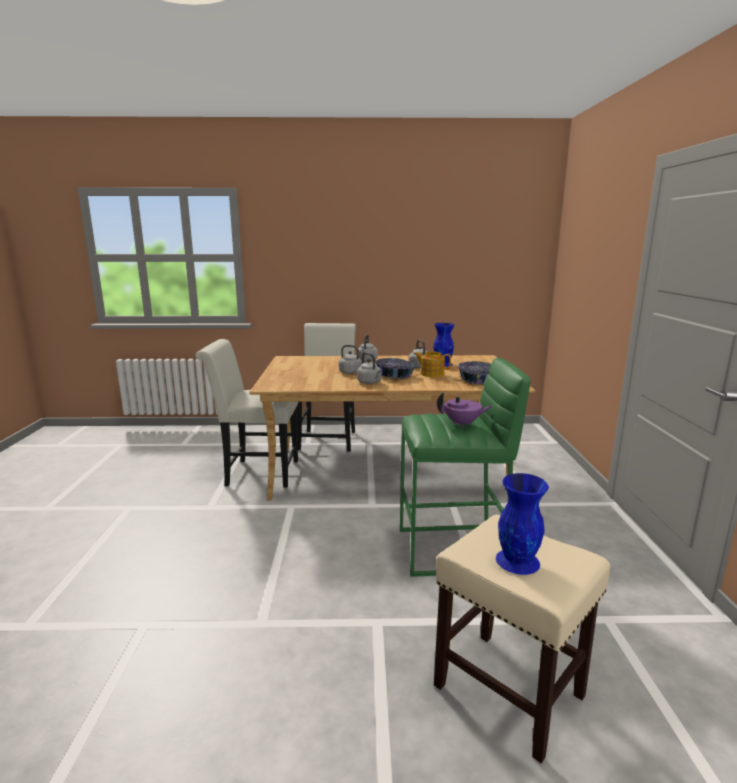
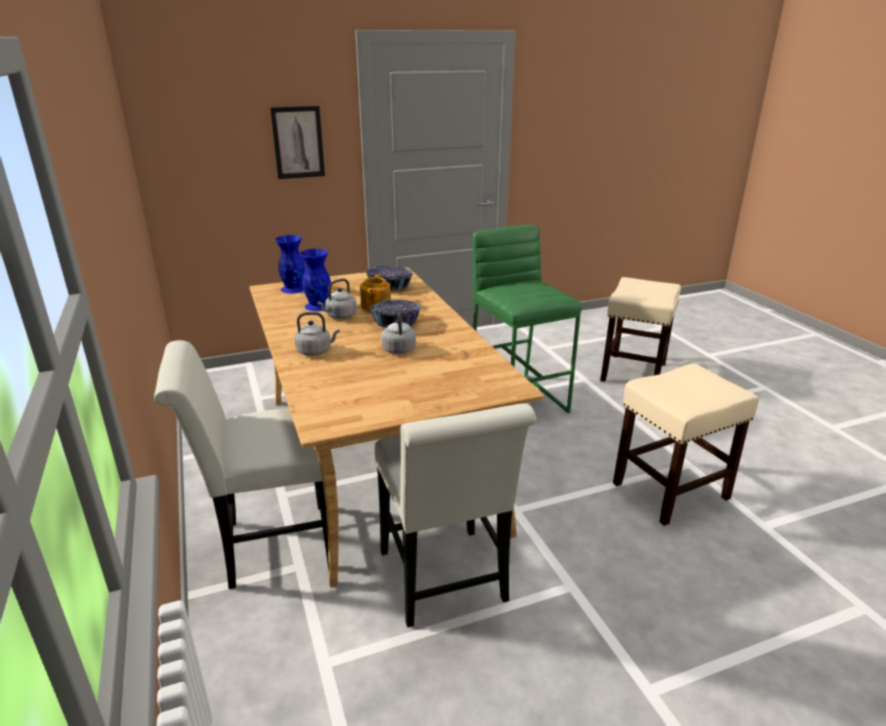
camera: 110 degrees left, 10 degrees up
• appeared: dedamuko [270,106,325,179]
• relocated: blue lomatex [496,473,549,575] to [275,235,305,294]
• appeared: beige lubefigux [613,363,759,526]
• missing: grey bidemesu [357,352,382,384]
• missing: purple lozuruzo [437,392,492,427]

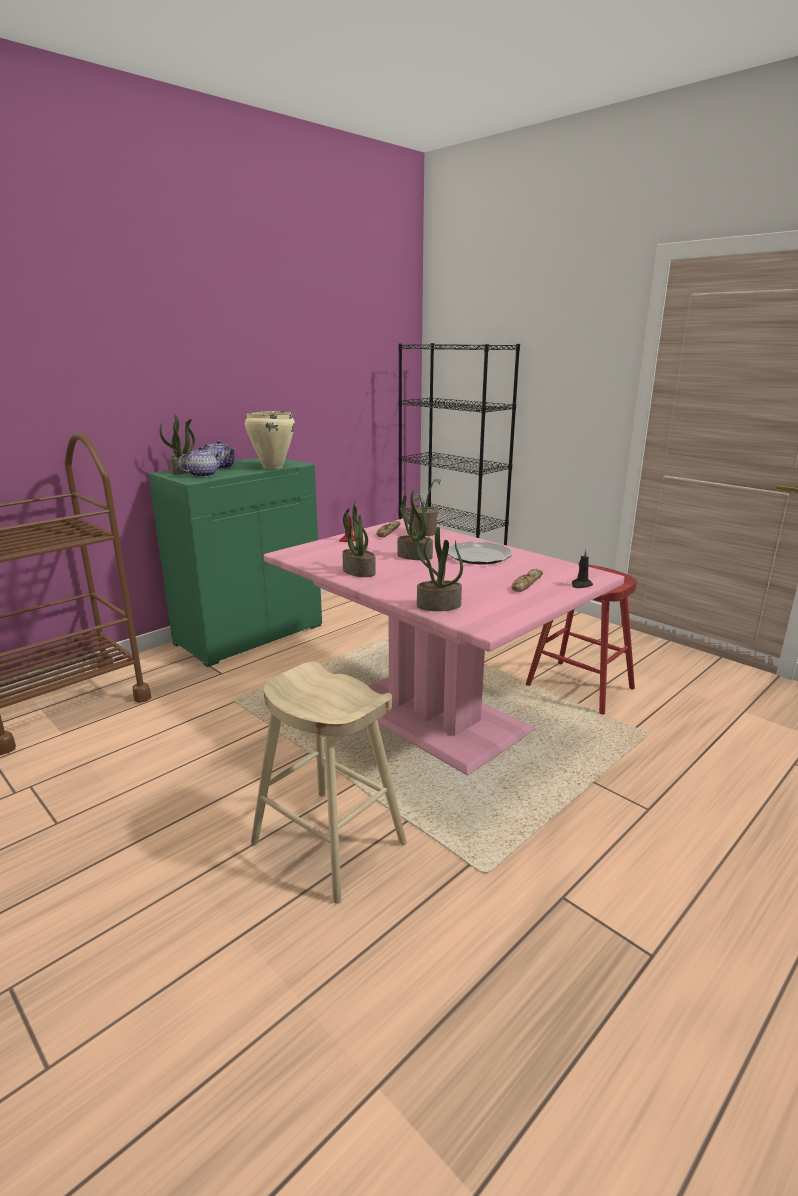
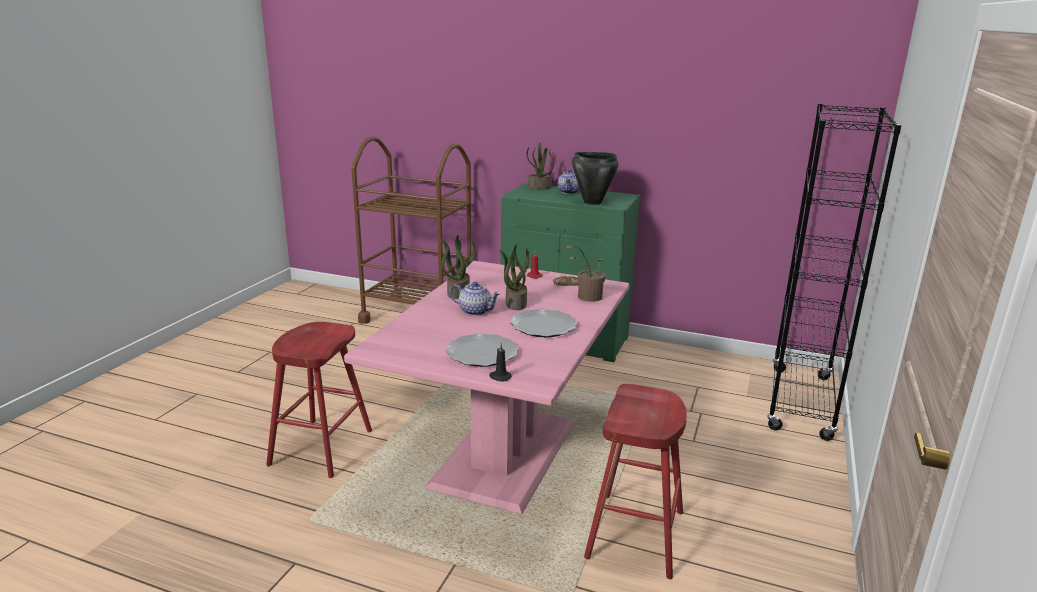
camera: 65 degrees right, 0 degrees up
• colour: beige lubefigux [251,661,407,904] to red lubefigux [266,322,372,478]
• exchanged: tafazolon [511,569,543,592] to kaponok [445,333,519,367]
• relocated: lozuruzo [179,446,222,477] to [450,281,501,316]
• colour: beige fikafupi [245,411,295,469] to black fikafupi [572,152,619,205]
• missing: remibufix [416,527,463,611]

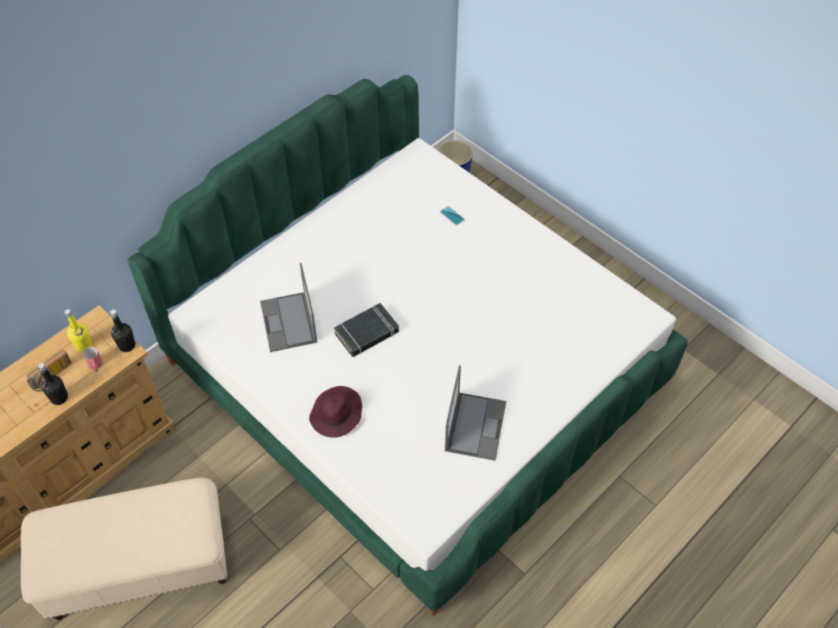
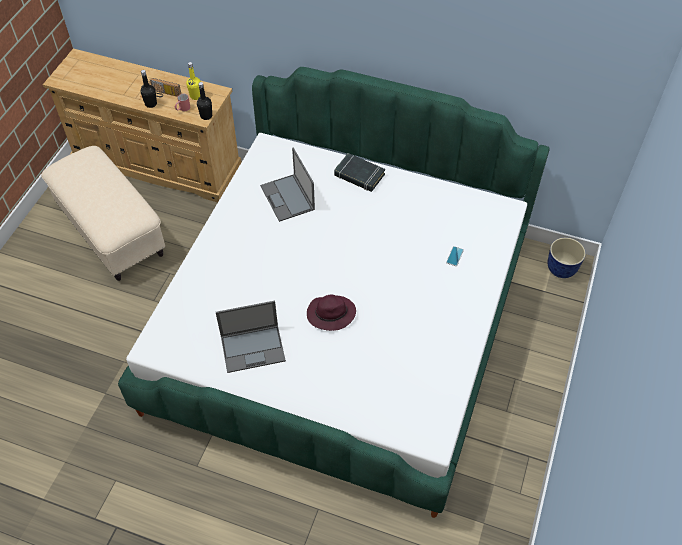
camera: 65 degrees right, 0 degrees up
• spun: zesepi [260,263,317,352] = [260,147,315,222] 75 degrees counterclockwise
• relocated: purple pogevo [309,386,362,438] to [307,295,356,331]
• relocated: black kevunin [334,303,399,357] to [334,153,385,192]

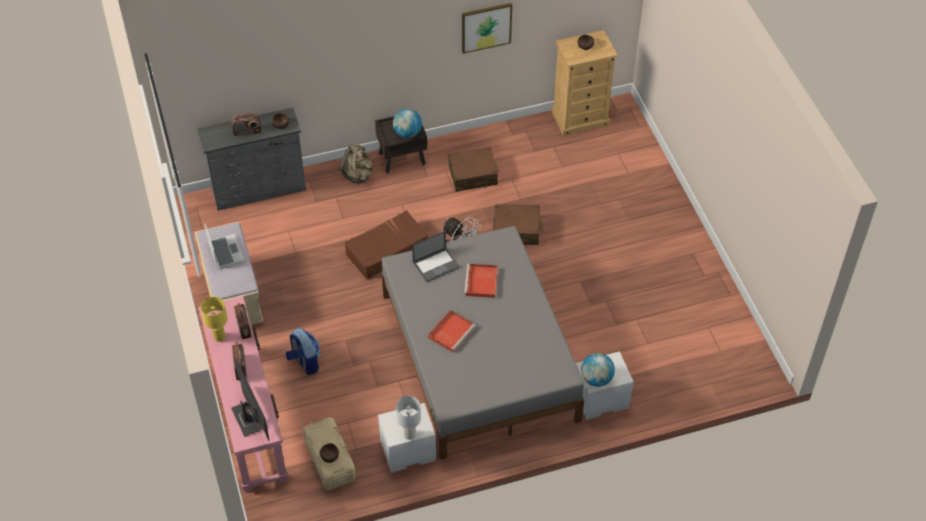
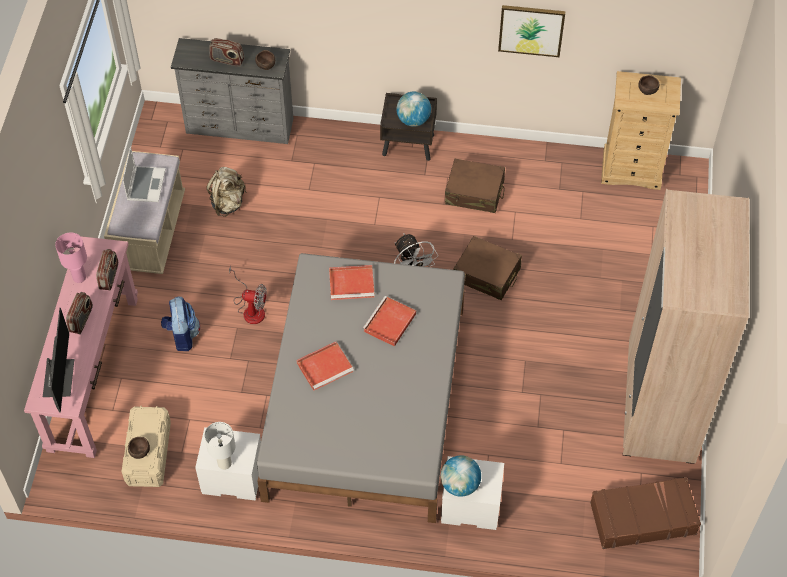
camera: 25 degrees right, 5 degrees up
• colour: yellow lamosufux [201,297,228,342] to pink lamosufux [55,233,87,283]
• relocated: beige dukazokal [339,143,373,185] to [206,167,247,217]
• appeared: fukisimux [229,265,267,324]
• exchanged: zesepi [412,231,460,282] to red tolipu [329,265,375,300]
• relocated: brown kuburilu [345,210,428,280] to [590,477,701,549]
• appeared: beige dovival [623,189,749,464]

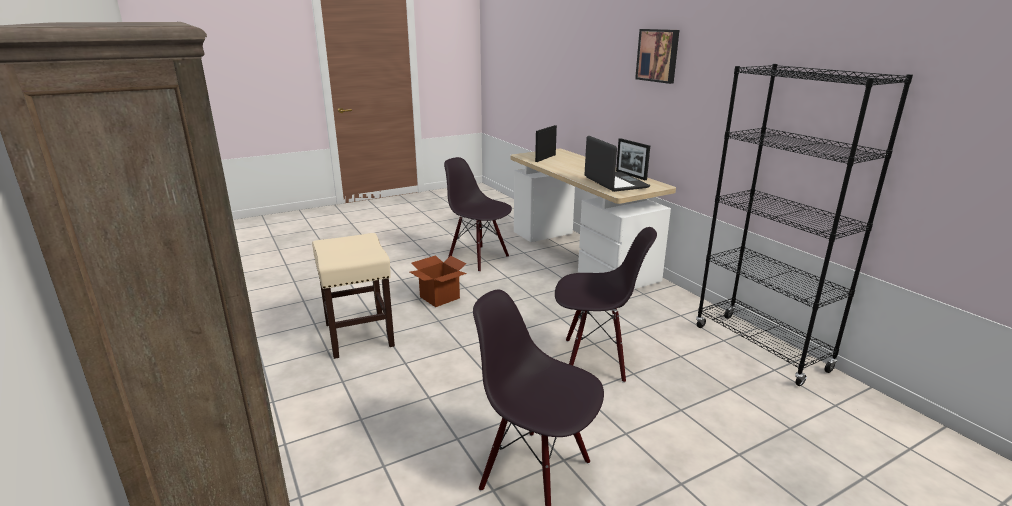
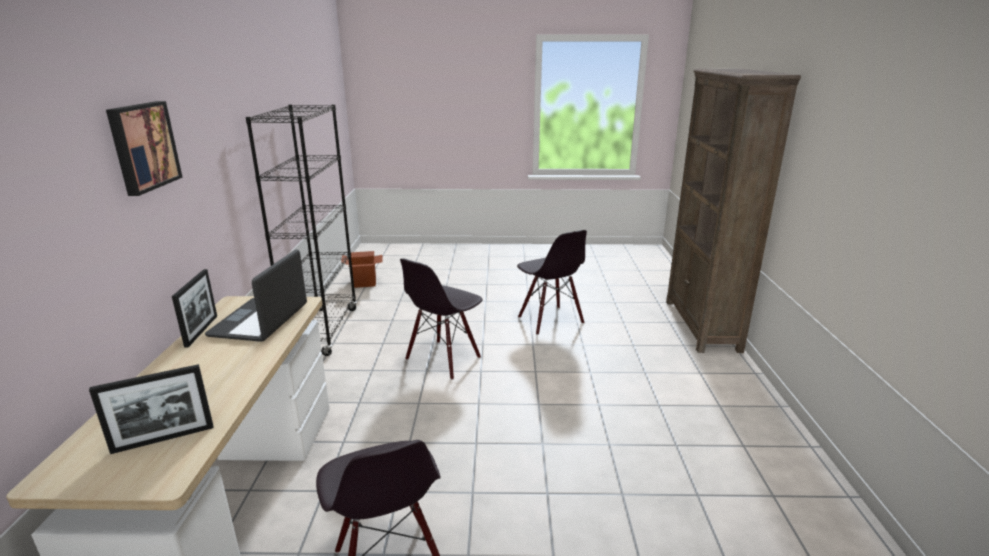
camera: 150 degrees left, 0 degrees up
• relocated: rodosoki [410,255,467,307] to [341,251,383,288]
• spun: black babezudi [555,227,657,383] = [400,259,483,380] 90 degrees counterclockwise
• missing: beige lubefigux [312,233,395,359]

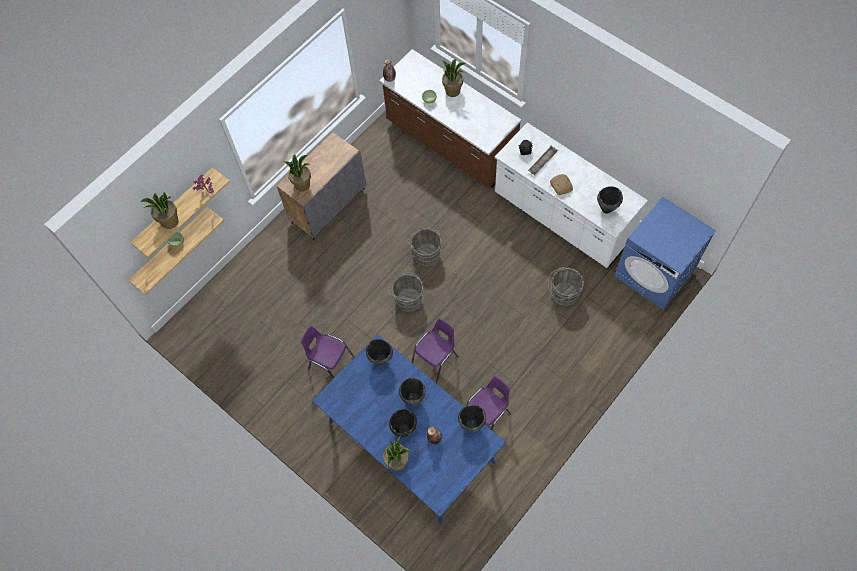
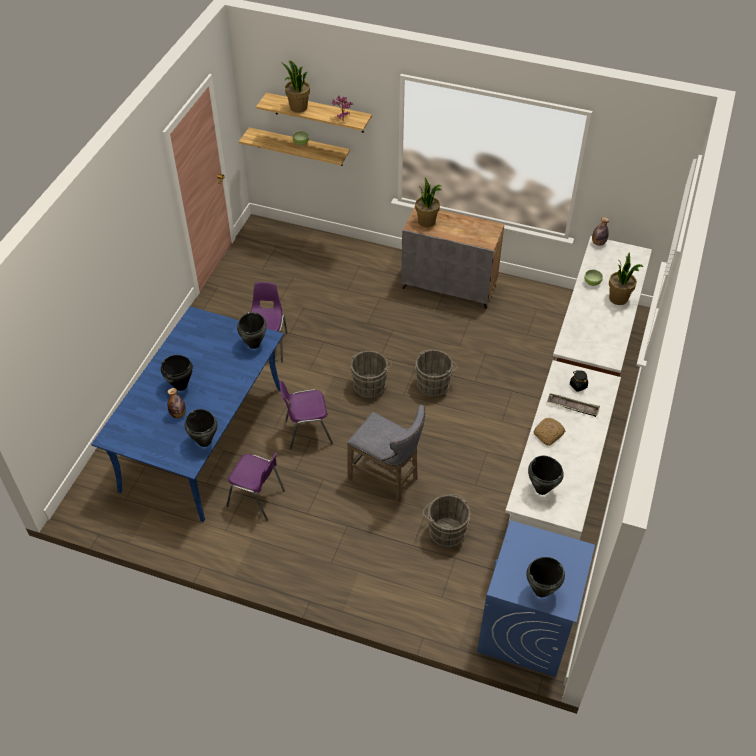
camera: 65 degrees right, 15 degrees down
• spun: purple babezudi [412,318,459,384] = [279,381,333,450] 150 degrees clockwise
• appeared: grey lubefigux [347,405,425,503]
• relocated: black fikafupi [399,377,426,405] to [526,557,565,597]
• missing: remibufix [383,436,412,471]

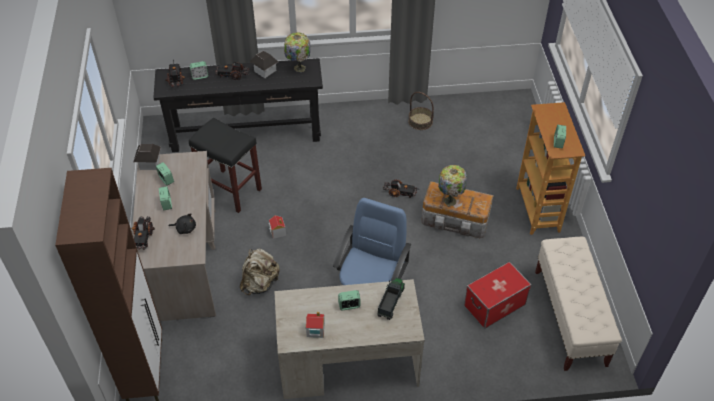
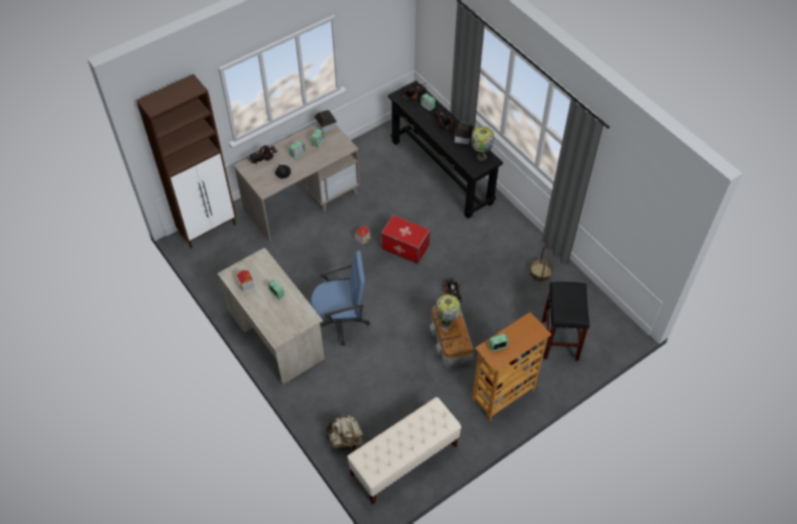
camera: 60 degrees right, 5 degrees up
• relocated: beige dukazokal [240,248,280,295] to [326,413,364,452]
• relocated: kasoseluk [464,262,531,329] to [381,215,430,264]
• relocated: black lubefigux [189,117,262,213] to [542,282,590,361]
• missing: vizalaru [378,278,405,320]

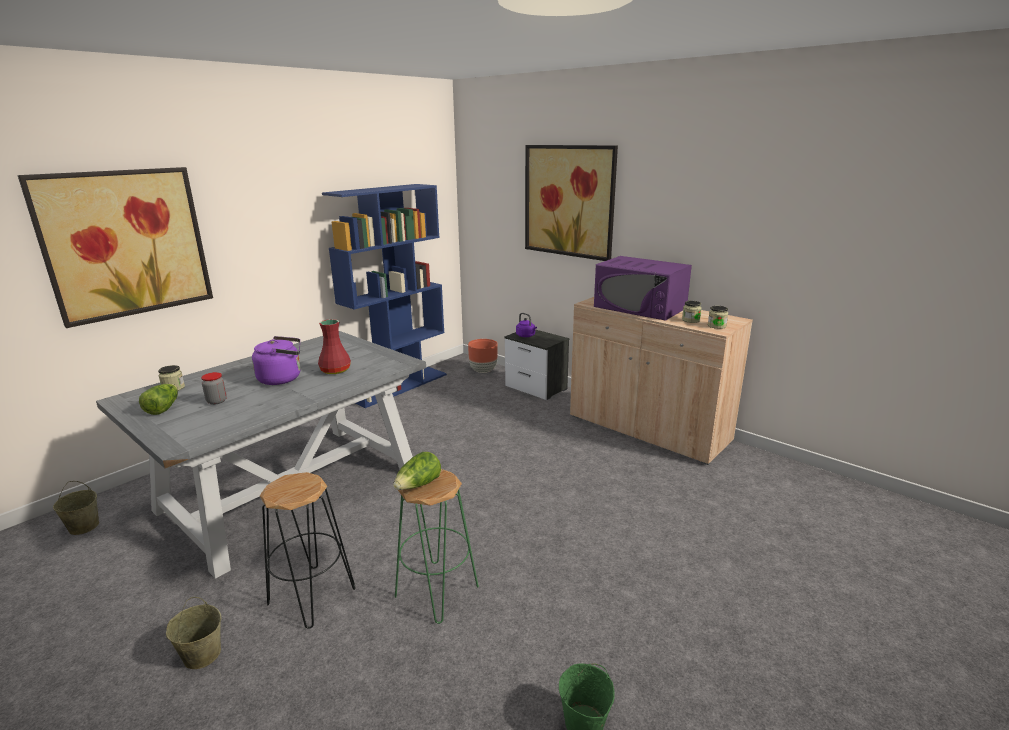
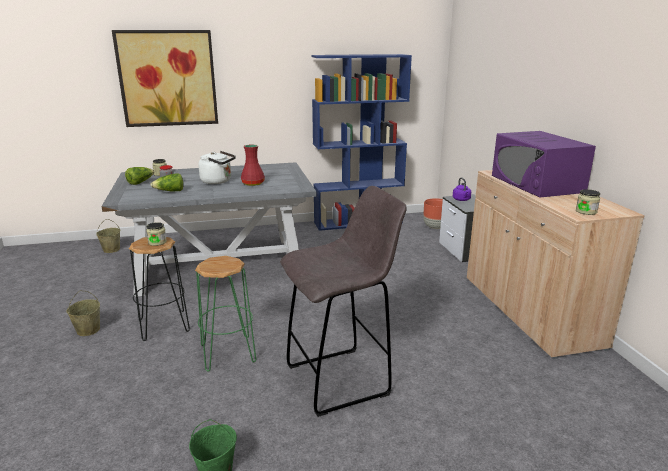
camera: 35 degrees right, 0 degrees up
• relocated: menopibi [682,301,702,323] to [146,222,167,246]
• relocated: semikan [393,452,441,490] to [150,173,183,191]
• colour: purple bidemesu [252,336,301,385] to white bidemesu [198,151,236,184]
• appeared: grey lubefigux [280,186,407,417]
• missing: dedamuko [525,145,618,261]

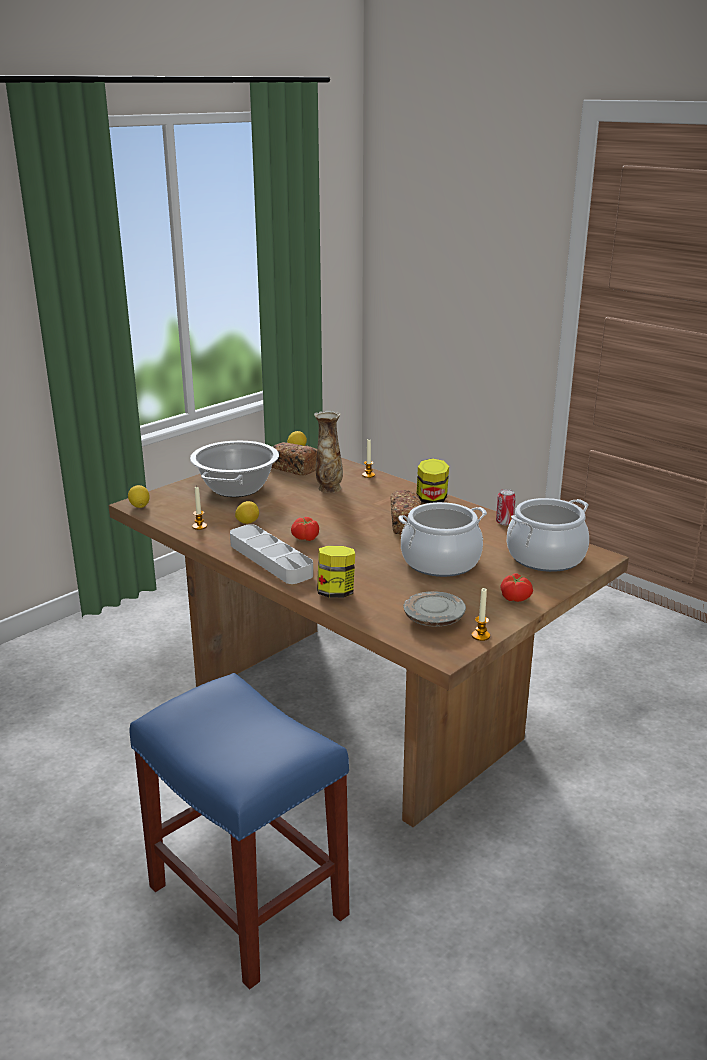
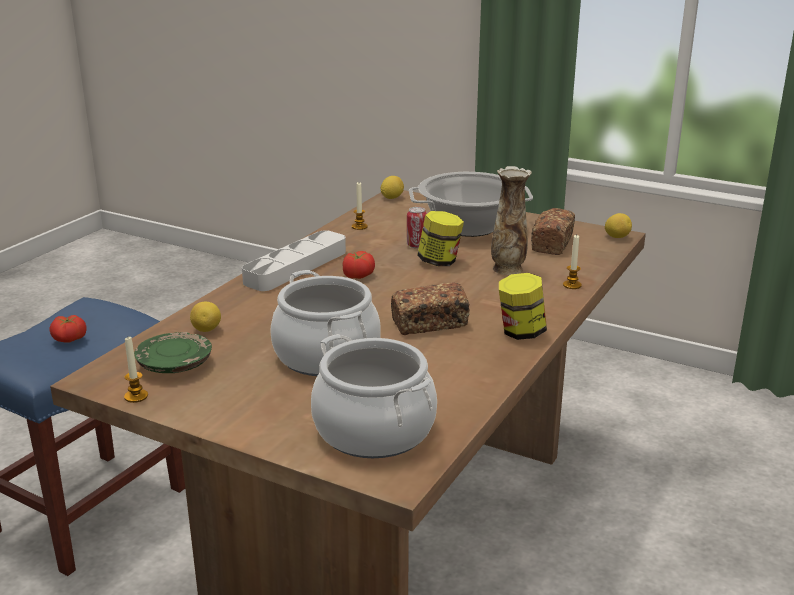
camera: 75 degrees right, 0 degrees up
• relocated: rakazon [500,573,533,602] to [50,315,87,343]
• colour: grey kaponok [403,591,466,626] to green kaponok [134,332,212,373]
• relocated: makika [235,501,259,524] to [190,302,221,332]
• relocated: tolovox [496,489,516,525] to [407,207,427,248]
• relocated: menopibi [317,546,355,598] to [417,211,464,266]

